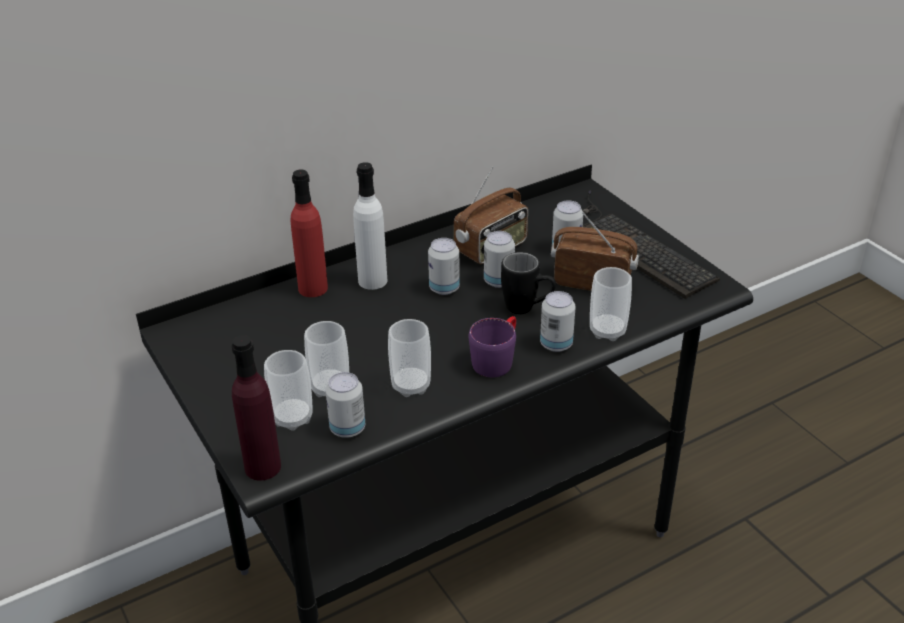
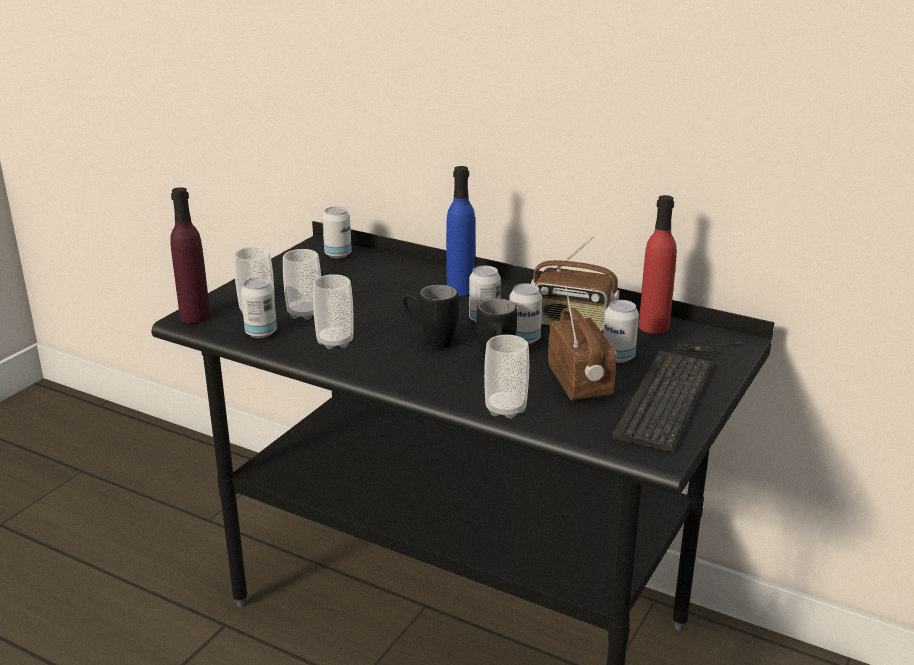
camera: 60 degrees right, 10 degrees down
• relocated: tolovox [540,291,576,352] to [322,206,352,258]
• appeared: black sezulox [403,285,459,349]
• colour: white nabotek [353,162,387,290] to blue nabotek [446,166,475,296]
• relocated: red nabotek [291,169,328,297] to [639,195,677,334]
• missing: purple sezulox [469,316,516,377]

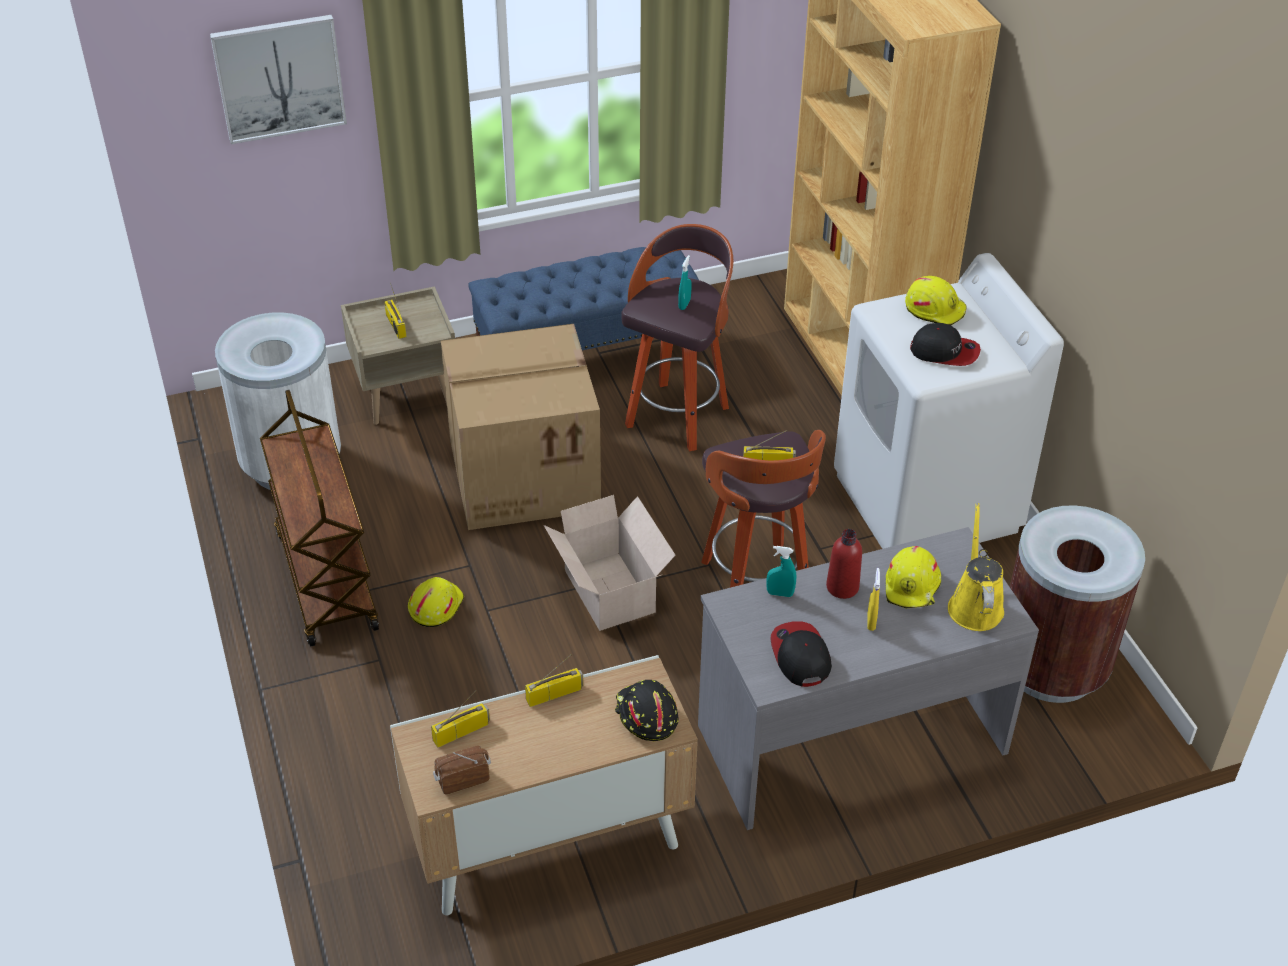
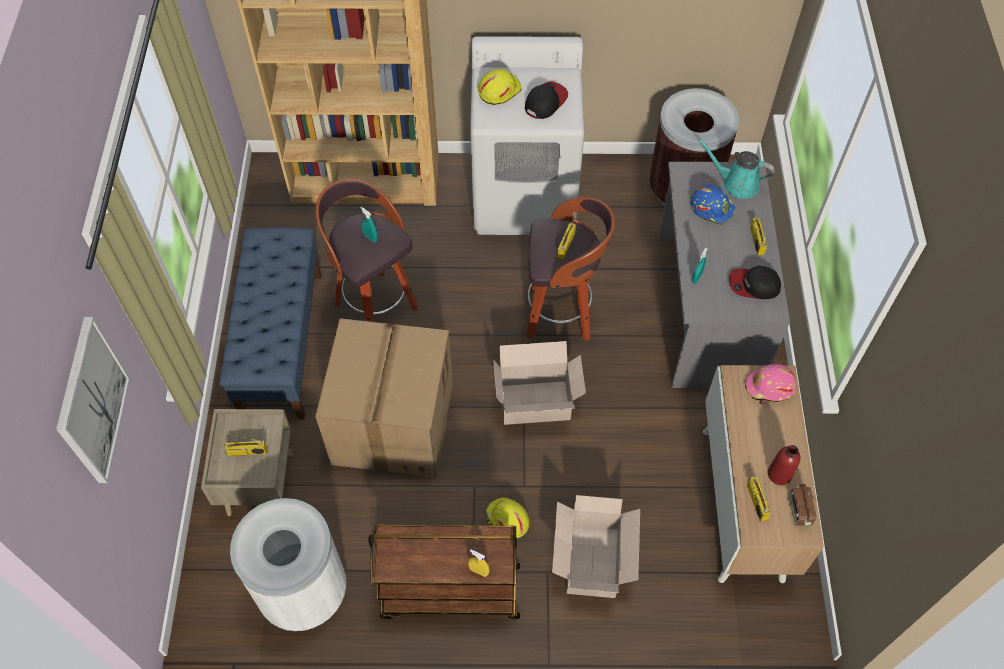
camera: 70 degrees left, 15 degrees up
• relocated: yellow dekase [867,568,880,631] to [468,549,489,577]
• appeared: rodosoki [552,495,640,598]
• colour: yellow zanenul [886,546,941,608] to blue zanenul [690,185,736,225]
• colour: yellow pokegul [948,503,1004,631] to turquoise pokegul [698,139,775,199]
• colour: black zanenul [615,680,679,741] to pink zanenul [745,364,796,404]
• relocated: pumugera [525,654,583,707] to [750,210,767,255]
• relocated: red nabotek [826,529,862,599] to [768,445,800,485]

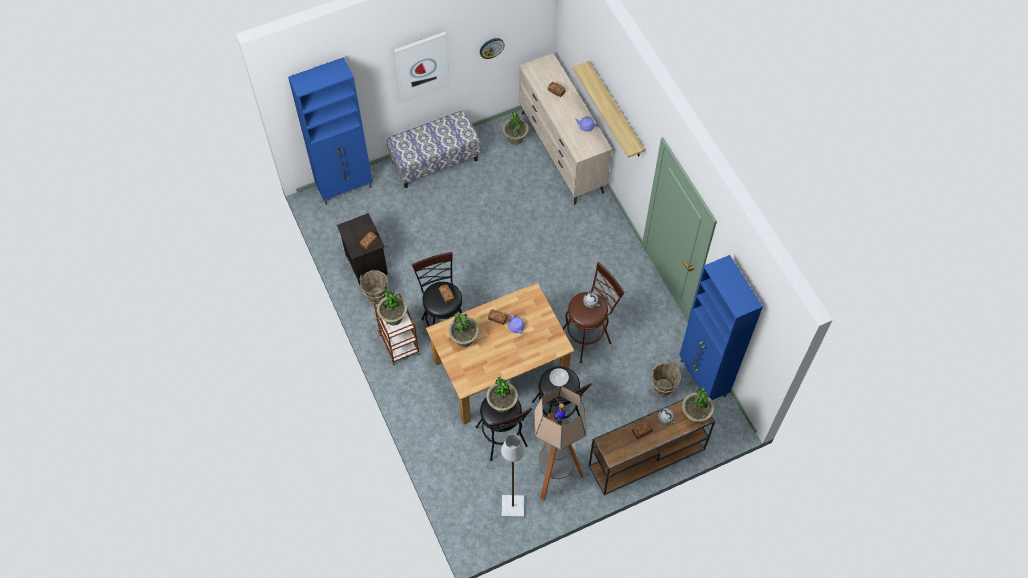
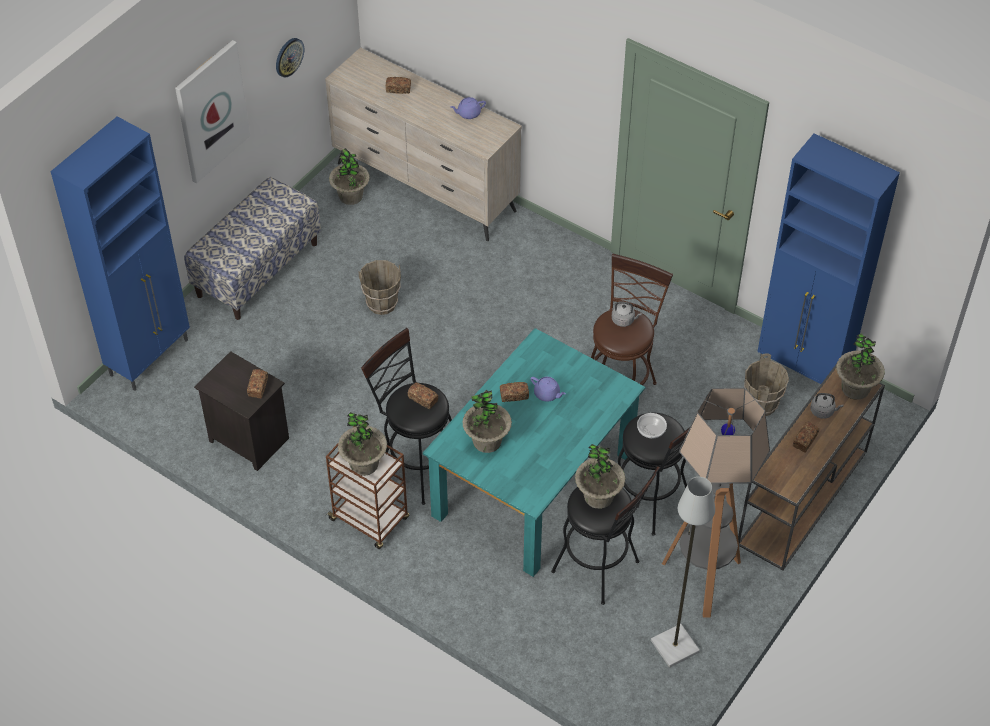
camera: 30 degrees left, 10 degrees down
• relocated: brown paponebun [360,270,388,304] to [358,260,401,315]
• colour: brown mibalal [426,282,575,424] to turquoise mibalal [423,328,645,577]
• missing: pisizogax [573,61,645,158]

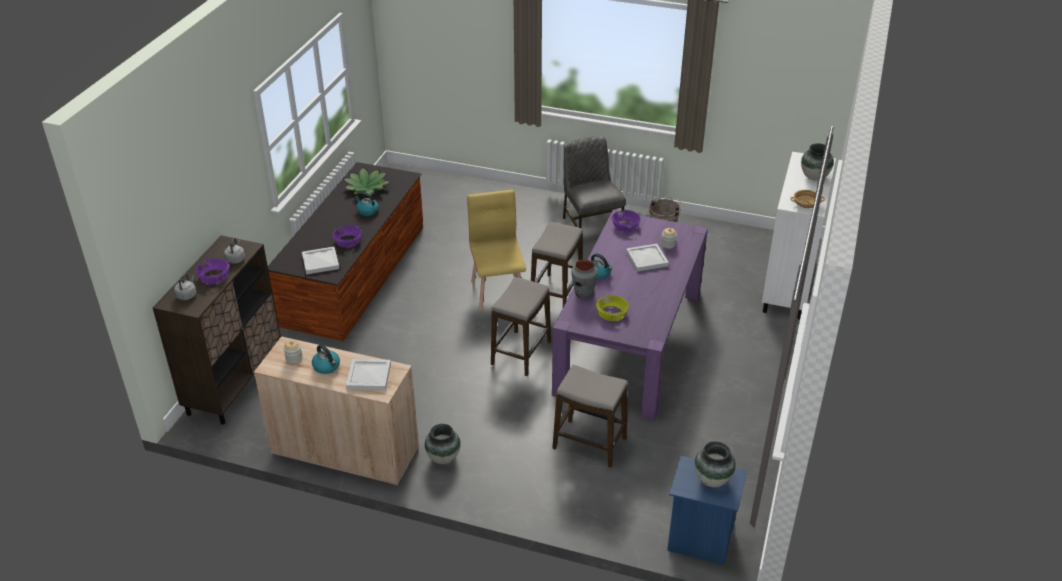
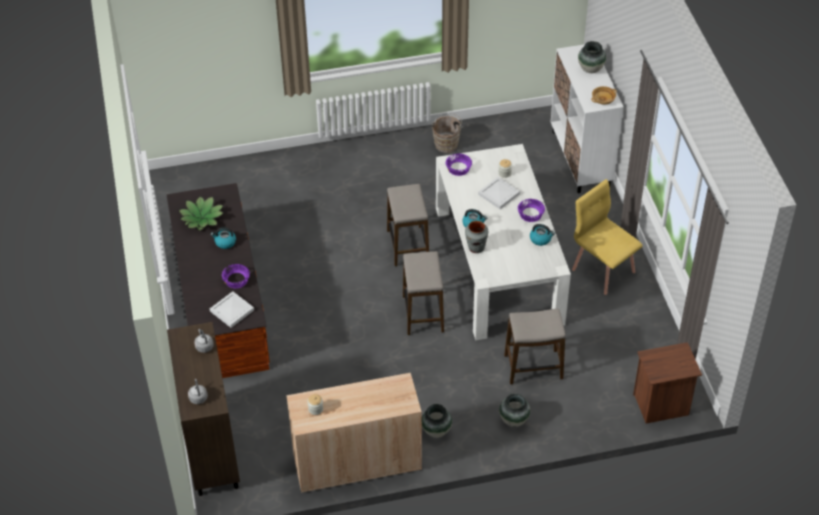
camera: 30 degrees left, 10 degrees up
• colour: purple mibalal [552,210,708,420] to white mibalal [436,144,571,340]
• relocated: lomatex [694,441,736,487] to [499,393,530,427]
• relocated: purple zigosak [195,258,229,284] to [518,199,545,222]
• relocated: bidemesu [312,344,340,374] to [530,224,555,246]
• relocated: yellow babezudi [467,190,526,310] to [572,179,643,295]
• colour: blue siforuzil [667,456,747,565] to brown siforuzil [633,342,702,423]
• missing: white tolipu [346,359,391,390]
• missing: grey babezudi [563,136,626,228]
• missing: yellow zigosak [596,295,629,321]

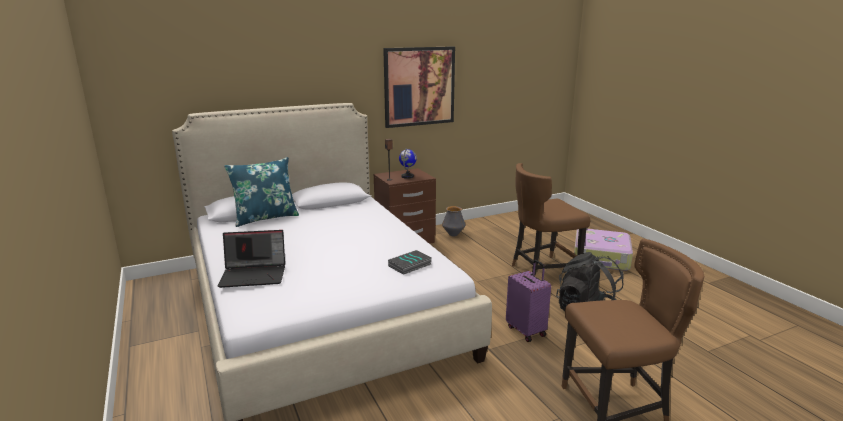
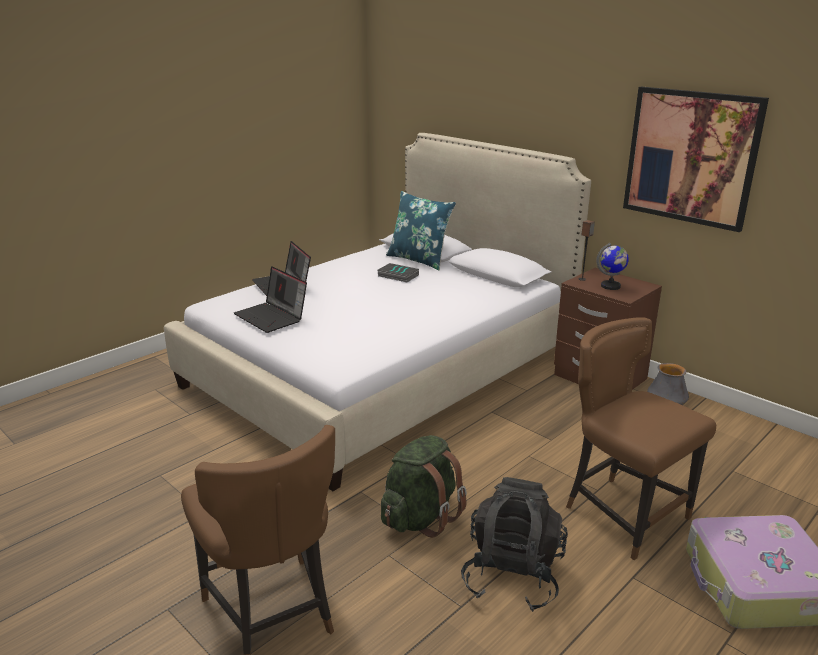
camera: 70 degrees right, 5 degrees up
• appeared: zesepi [234,266,307,333]
• relocated: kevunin [388,250,432,275] to [378,263,419,282]
• exchanged: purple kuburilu [506,260,551,342] to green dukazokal [381,435,467,538]

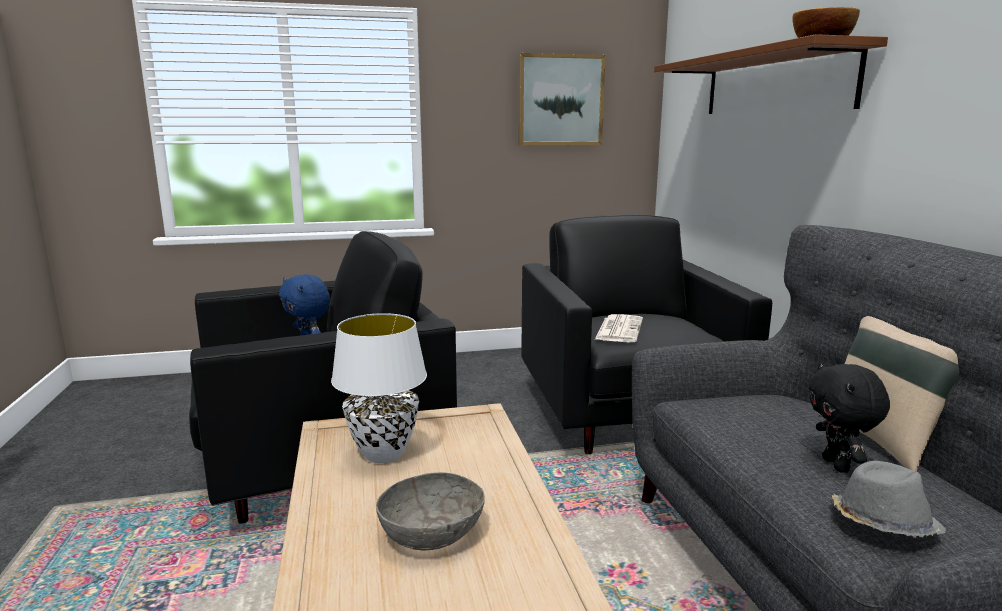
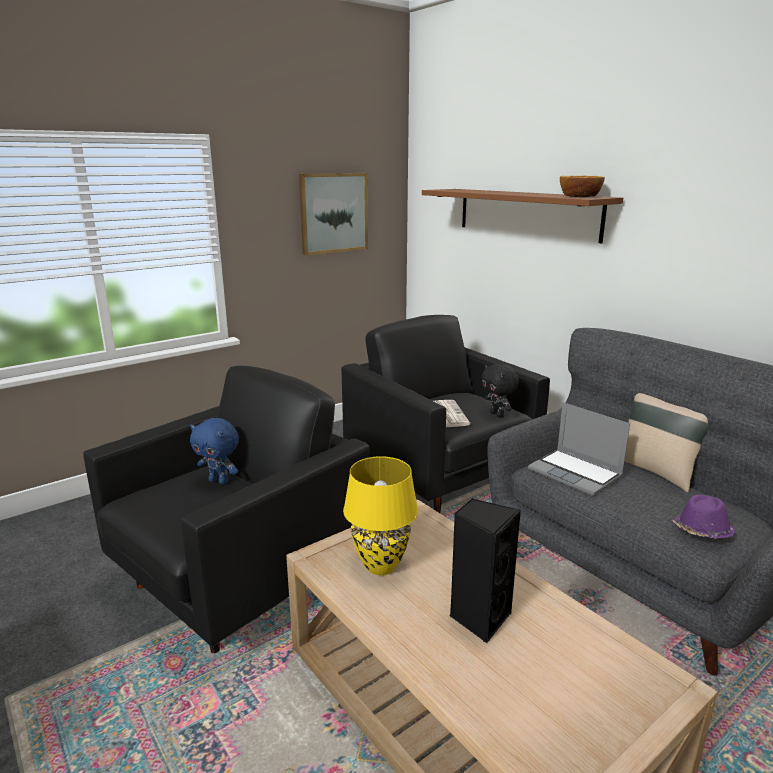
camera: 25 degrees left, 5 degrees up
• colour: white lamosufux [331,313,427,463] to yellow lamosufux [343,456,418,575]
• exchanged: grey zigosak [376,472,485,550] to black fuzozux [450,498,521,644]
• relocated: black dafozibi [809,362,890,473] to [481,364,519,418]
• appeared: zesepi [528,402,630,496]
• colour: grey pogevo [831,461,946,538] to purple pogevo [672,495,736,539]

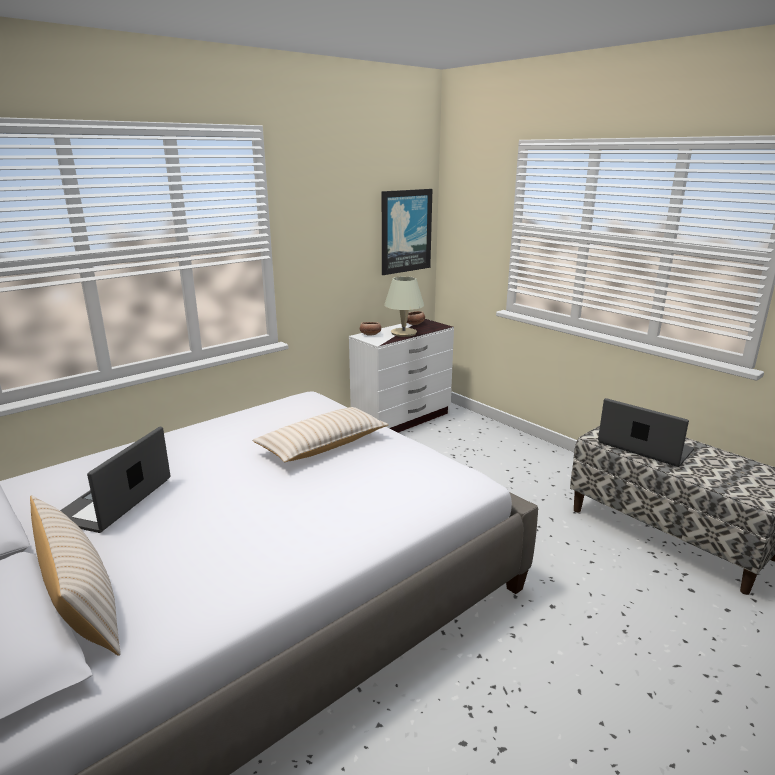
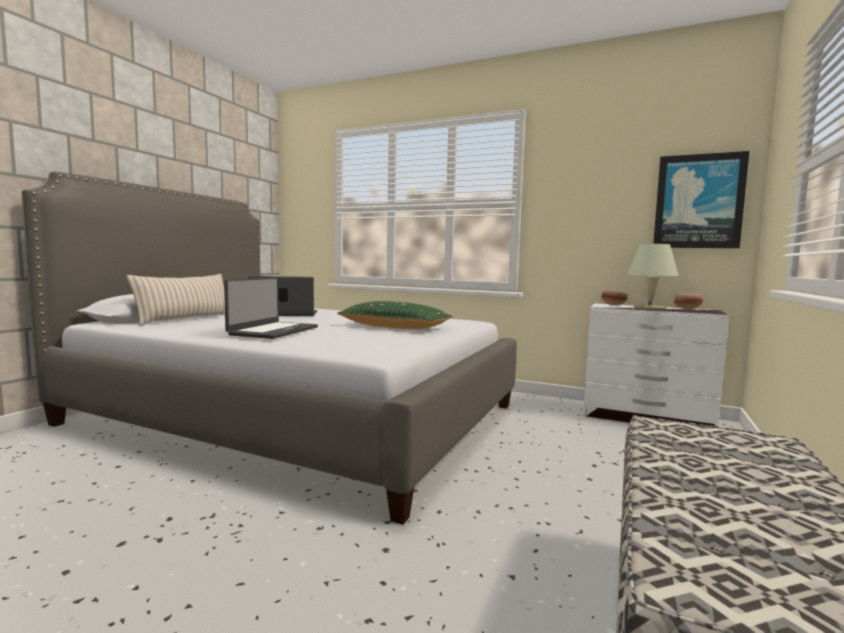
camera: 65 degrees right, 15 degrees down
• relocated: zesepi [598,398,694,467] to [224,277,318,339]
• colour: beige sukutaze [253,407,389,462] to green sukutaze [337,301,453,329]

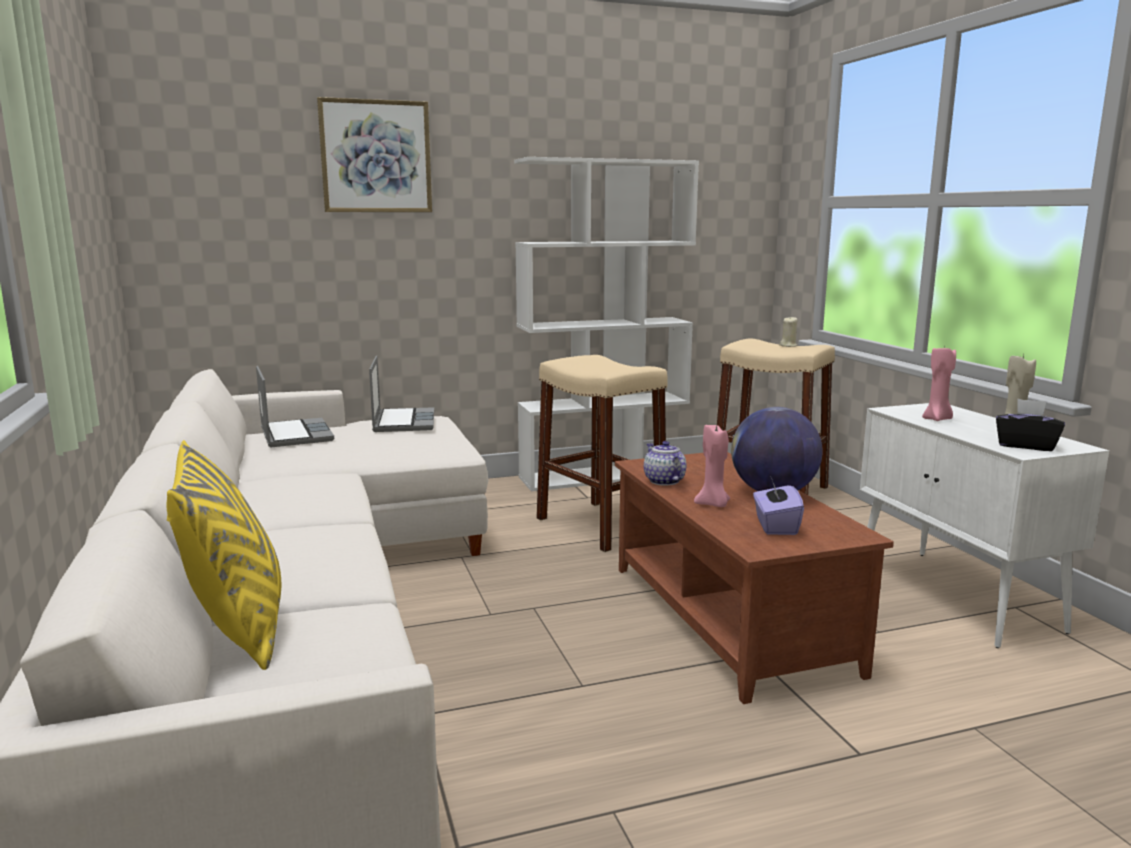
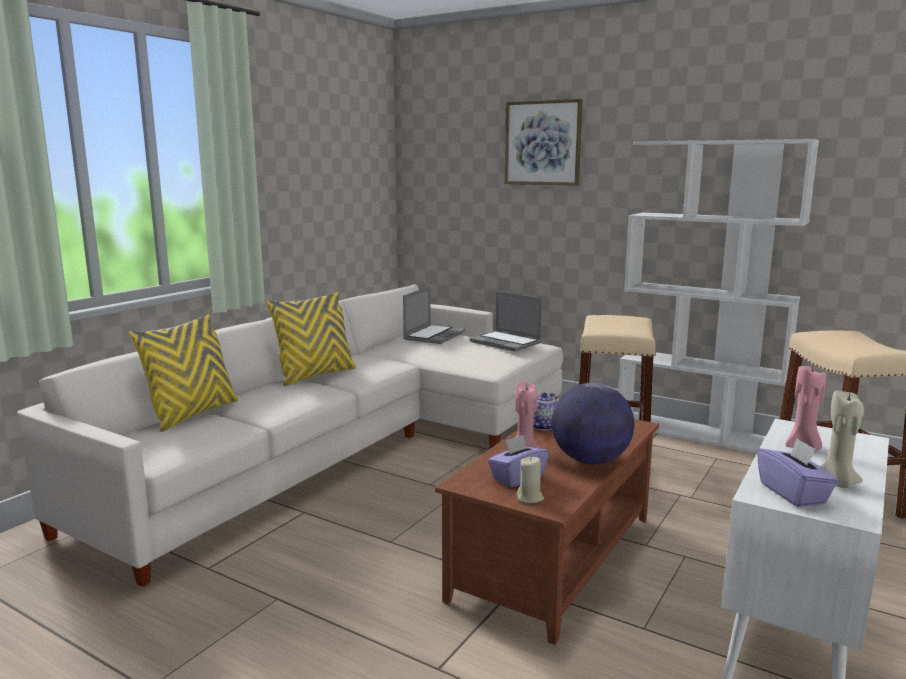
camera: 50 degrees right, 0 degrees up
• appeared: yellow sukutaze [266,292,356,386]
• spun: zesepi [369,356,434,432] = [470,291,542,352] 90 degrees clockwise
• relocated: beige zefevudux [779,316,797,347] to [517,456,544,503]
• colour: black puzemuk [996,399,1065,451] to purple puzemuk [757,438,838,507]

